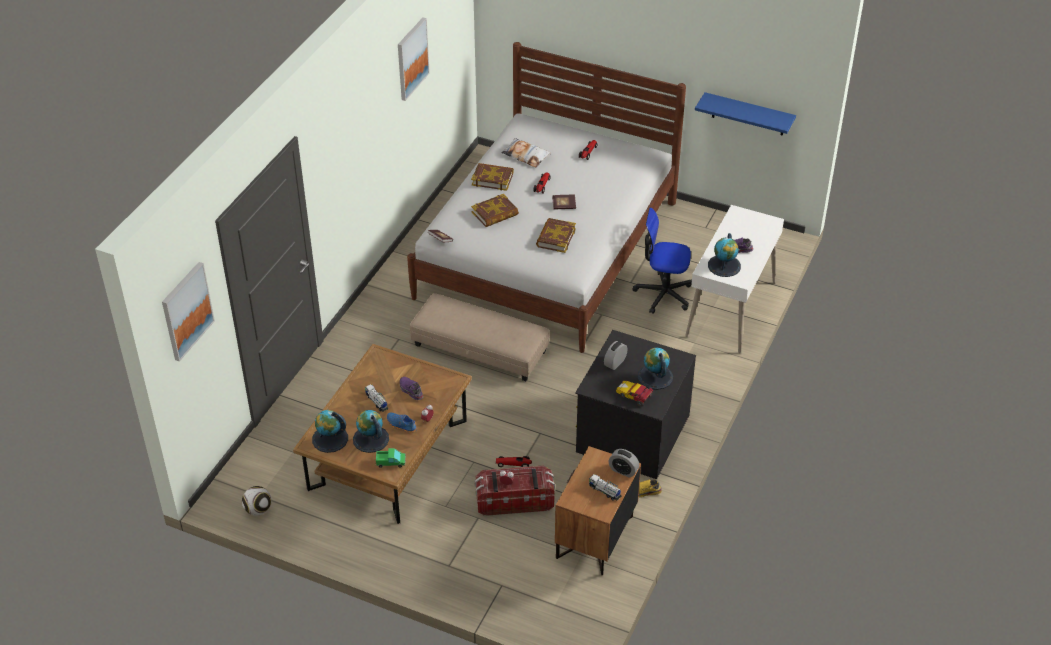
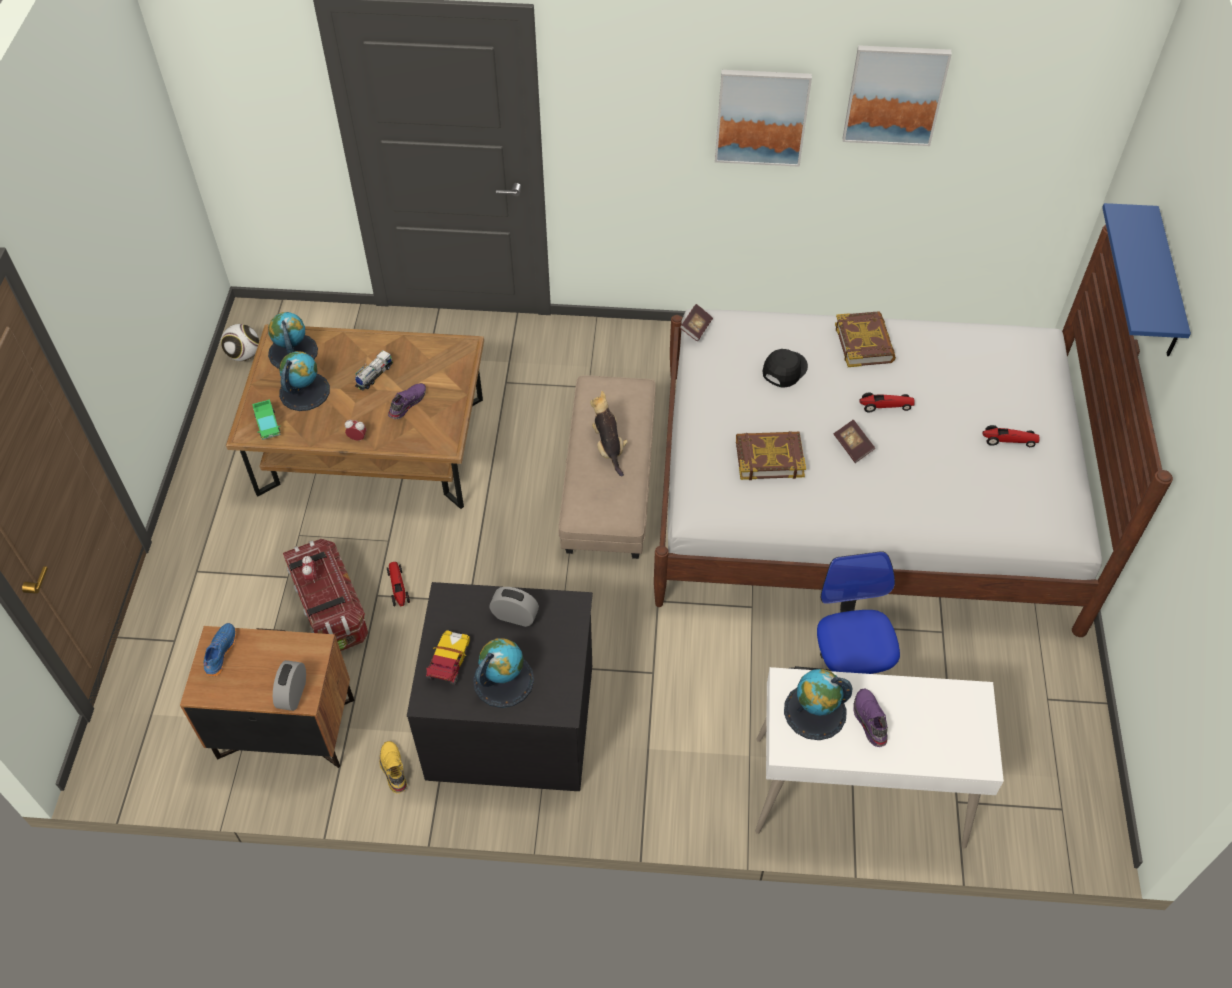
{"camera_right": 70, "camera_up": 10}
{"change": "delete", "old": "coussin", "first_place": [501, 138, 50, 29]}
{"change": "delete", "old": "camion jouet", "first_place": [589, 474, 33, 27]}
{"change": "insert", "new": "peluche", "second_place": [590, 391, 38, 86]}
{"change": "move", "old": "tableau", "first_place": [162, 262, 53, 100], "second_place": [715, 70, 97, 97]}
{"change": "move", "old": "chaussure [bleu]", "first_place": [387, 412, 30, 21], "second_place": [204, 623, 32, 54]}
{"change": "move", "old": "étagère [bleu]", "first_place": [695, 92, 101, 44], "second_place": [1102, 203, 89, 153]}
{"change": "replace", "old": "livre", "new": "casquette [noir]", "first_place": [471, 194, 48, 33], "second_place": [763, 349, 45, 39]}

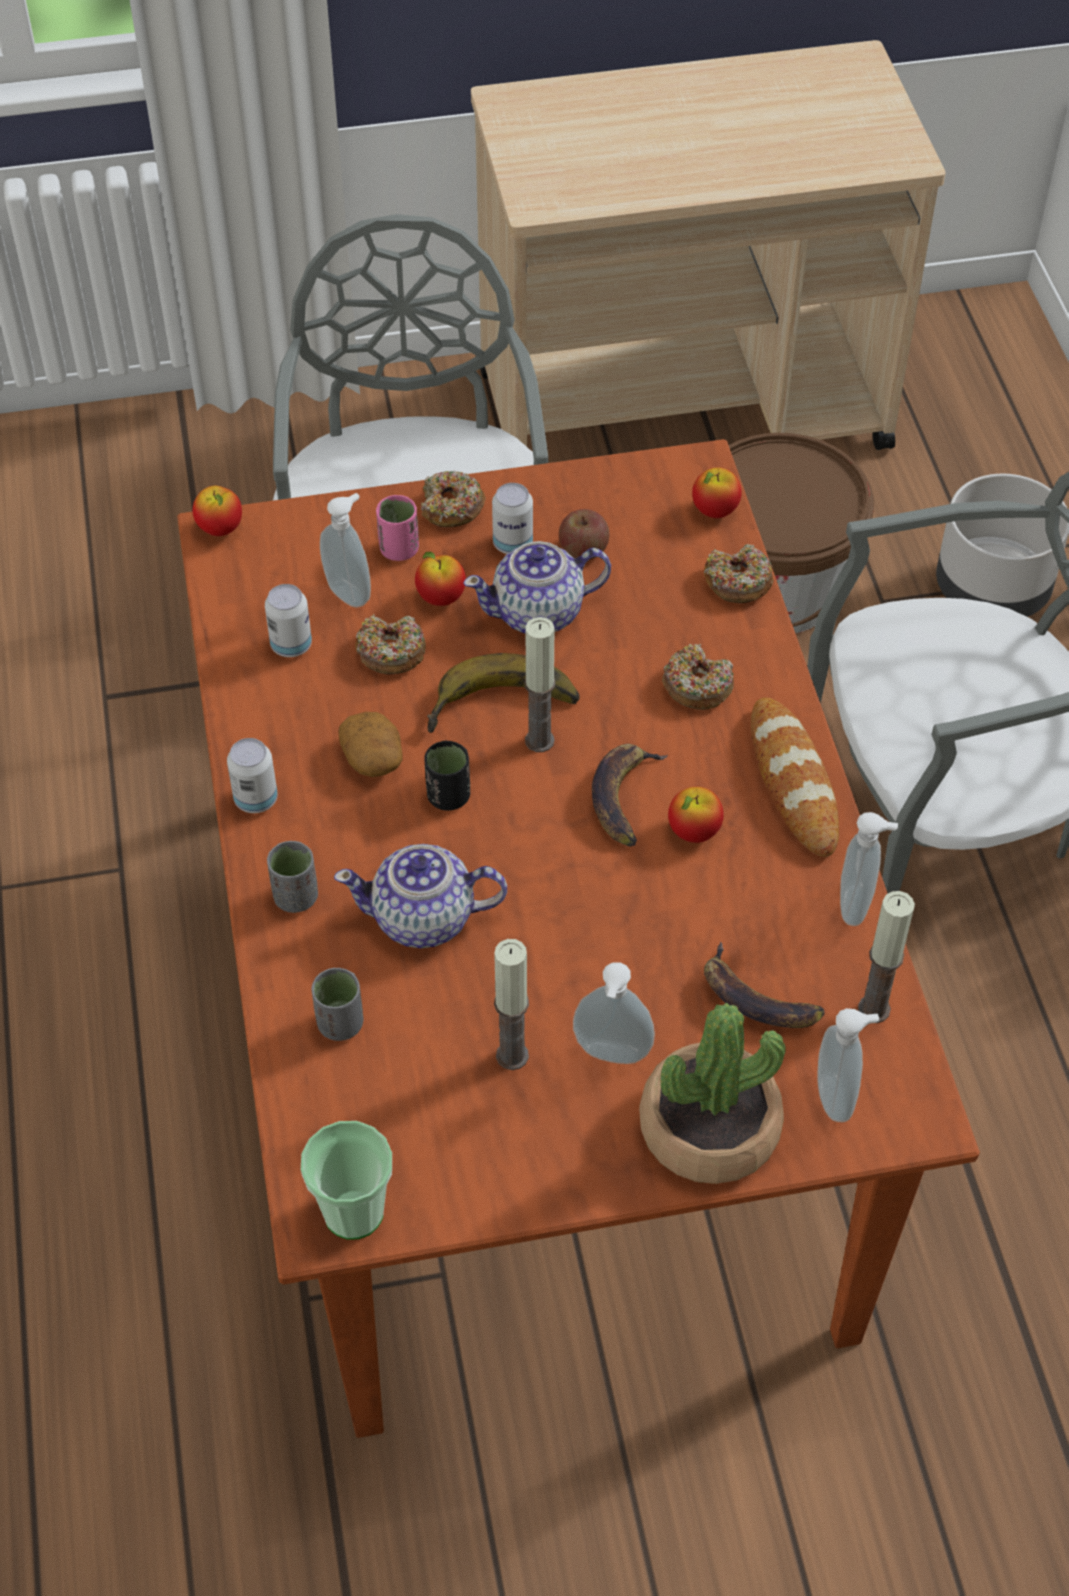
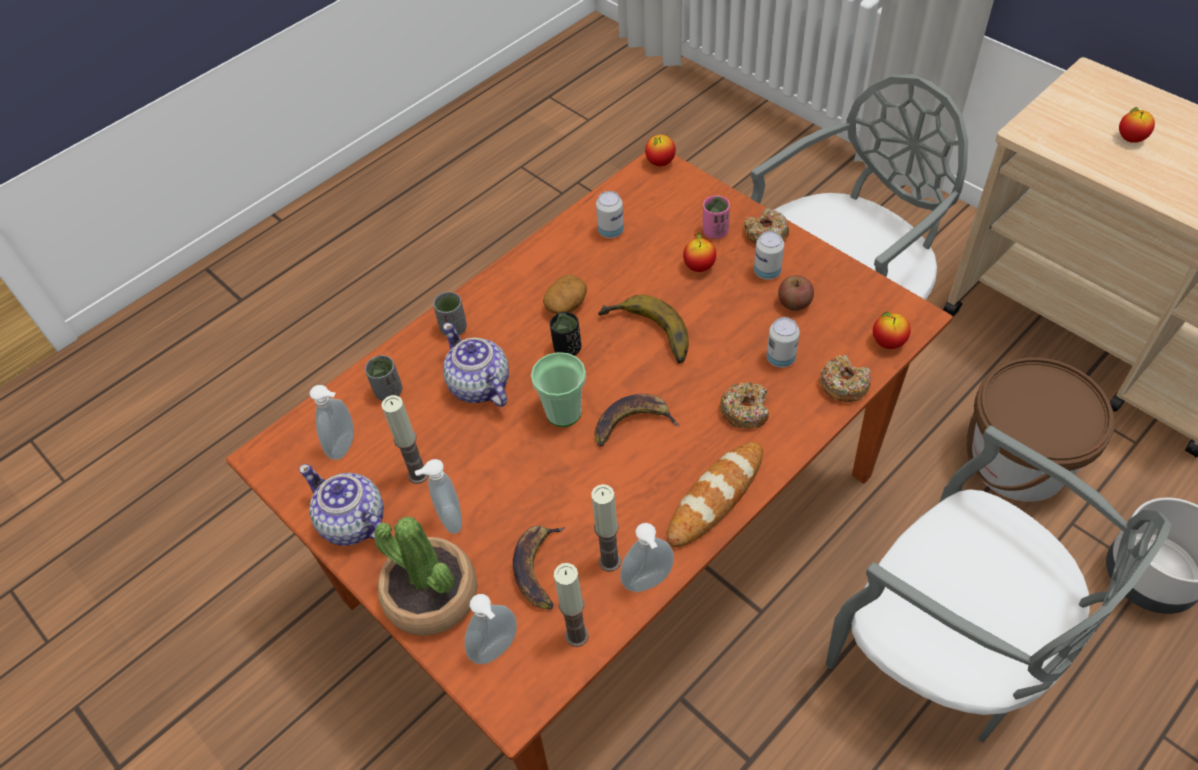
{"camera_right": 60, "camera_up": 0}
{"change": "delete", "old": "beignet", "first_place": [356, 614, 70, 61]}
{"change": "move", "old": "boîte métallique", "first_place": [227, 738, 51, 75], "second_place": [767, 317, 33, 51]}
{"change": "move", "old": "tasse", "first_place": [301, 1121, 91, 119], "second_place": [531, 352, 55, 75]}
{"change": "move", "old": "distributeur de savon", "first_place": [320, 493, 51, 114], "second_place": [309, 385, 45, 75]}
{"change": "move", "old": "théière", "first_place": [463, 541, 148, 93], "second_place": [299, 464, 85, 82]}
{"change": "move", "old": "bougie", "first_place": [524, 617, 32, 135], "second_place": [591, 484, 30, 87]}
{"change": "move", "old": "pomme", "first_place": [668, 787, 56, 56], "second_place": [1119, 107, 36, 36]}

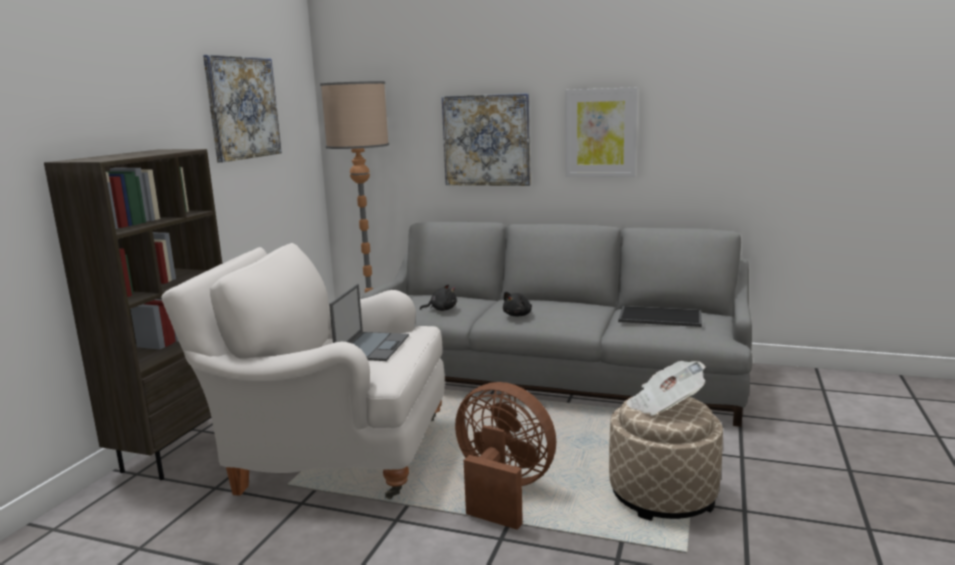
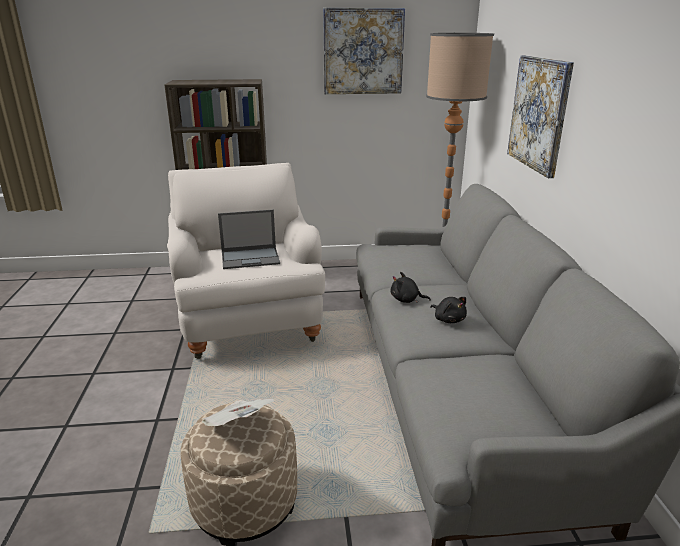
{"camera_right": 65, "camera_up": 10}
{"change": "delete", "old": "ventilateur [marron]", "first_place": [455, 382, 101, 148]}
{"change": "delete", "old": "tableau", "first_place": [566, 87, 72, 90]}
{"change": "delete", "old": "plateau", "first_place": [618, 306, 84, 21]}
{"change": "move", "old": "peluche [noir]", "first_place": [420, 284, 37, 27], "second_place": [430, 297, 37, 26]}

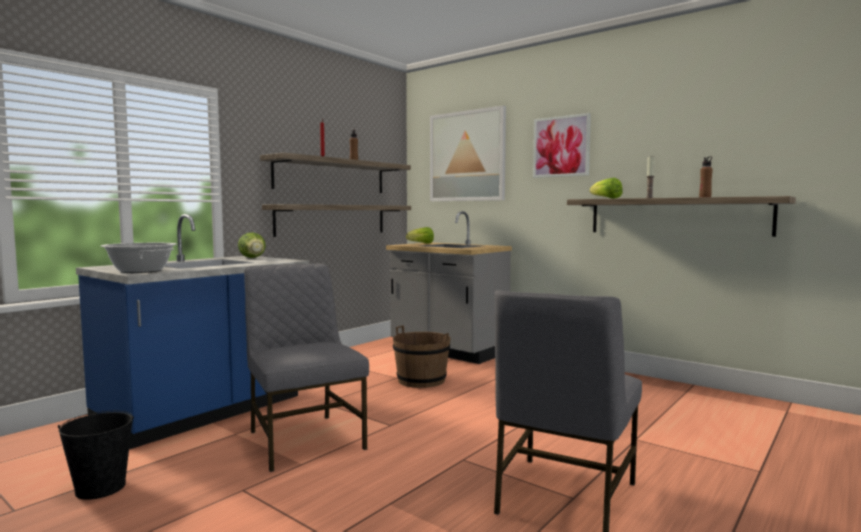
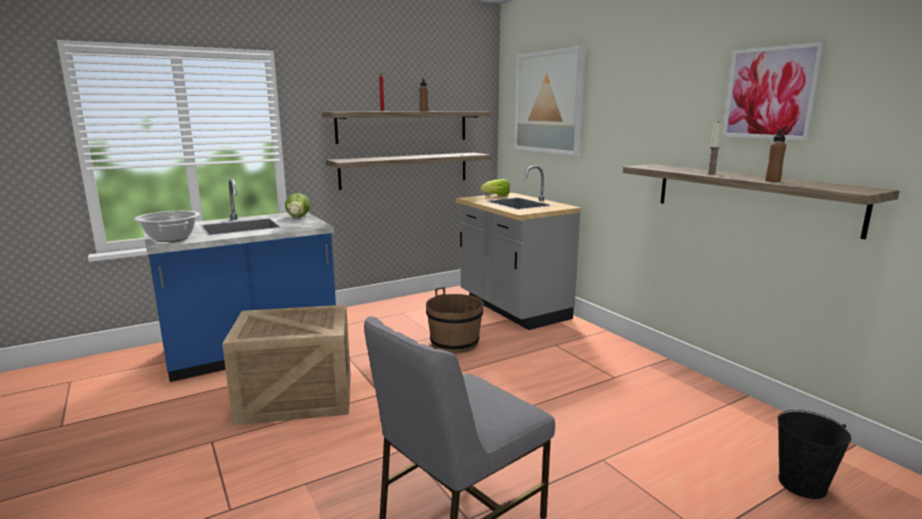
{"camera_right": 20, "camera_up": 10}
{"change": "delete", "old": "laitue", "first_place": [590, 178, 32, 21]}
{"change": "move", "old": "seau [noir]", "first_place": [58, 411, 76, 89], "second_place": [778, 410, 73, 89]}
{"change": "move", "old": "tableau", "first_place": [533, 113, 58, 65], "second_place": [722, 42, 104, 99]}
{"change": "replace", "old": "chaise [gris]", "new": "caisse", "first_place": [244, 264, 125, 208], "second_place": [222, 305, 129, 120]}

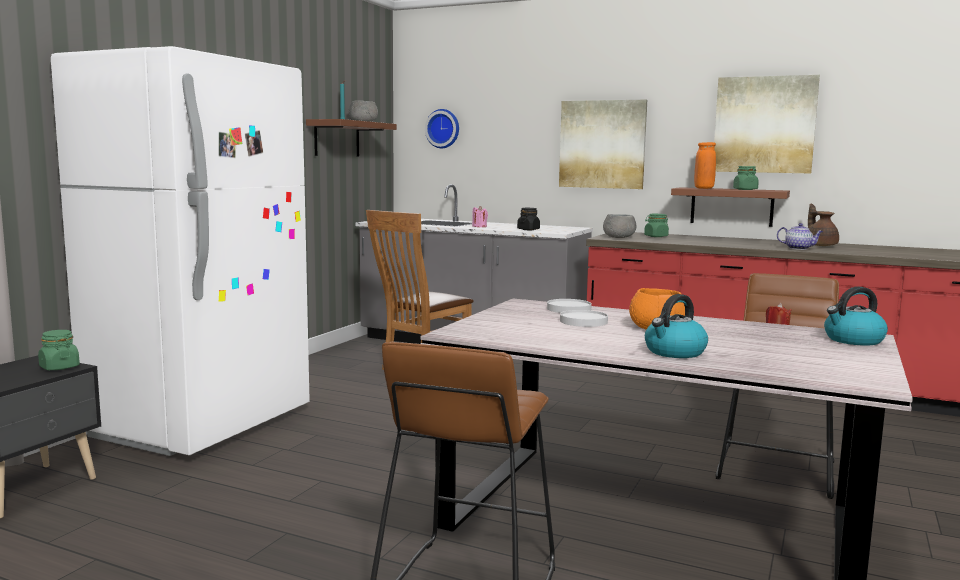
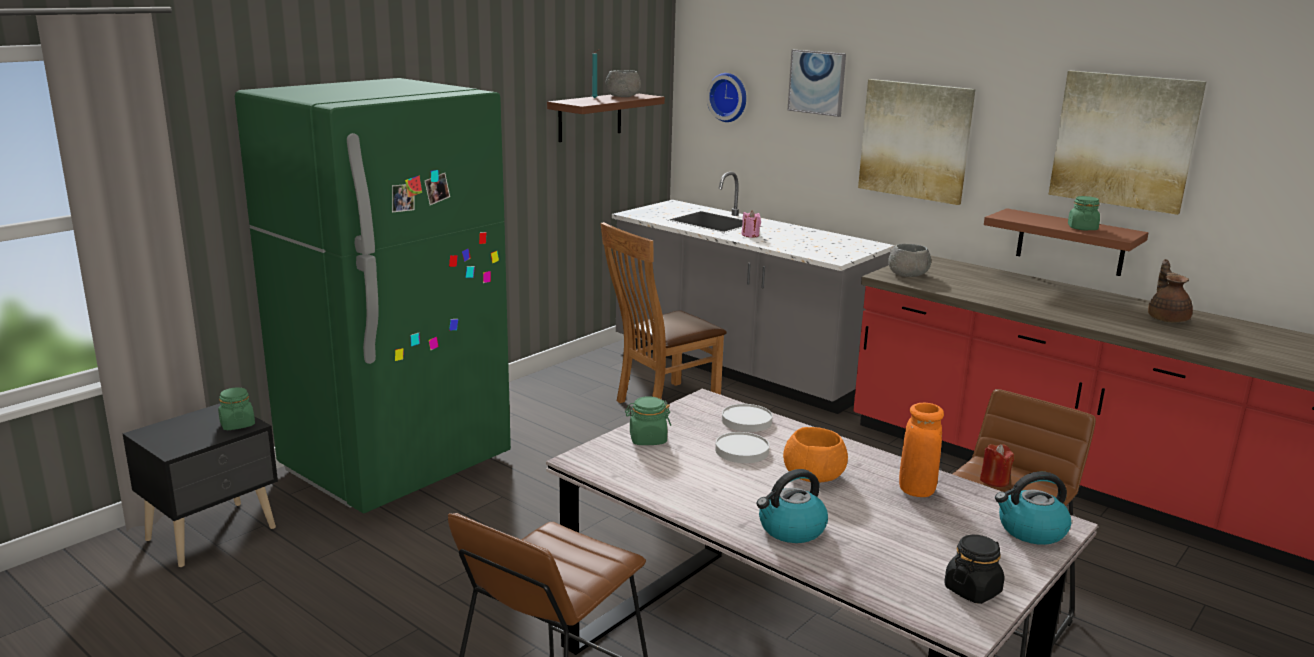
{"camera_right": 15, "camera_up": 10}
{"change": "delete", "old": "théière", "first_place": [777, 223, 46, 27]}
{"change": "insert", "new": "tableau", "second_place": [788, 50, 58, 67]}
{"change": "move", "old": "bocal [noir]", "first_place": [517, 208, 23, 22], "second_place": [944, 535, 61, 69]}
{"change": "move", "old": "bocal [vert]", "first_place": [644, 214, 25, 23], "second_place": [625, 396, 46, 49]}
{"change": "move", "old": "vase [orange]", "first_place": [694, 142, 22, 47], "second_place": [899, 402, 45, 95]}
{"change": "recolor", "old": "réfrigérateur [blanc]", "new": "réfrigérateur [vert]", "first_place": [51, 46, 259, 410], "second_place": [235, 78, 276, 436]}

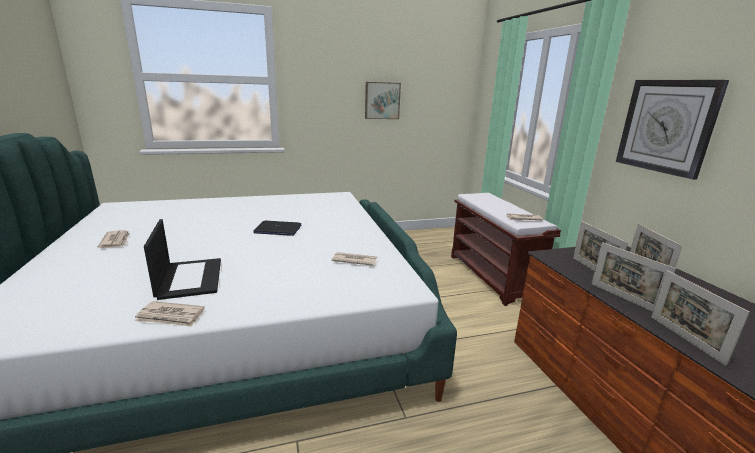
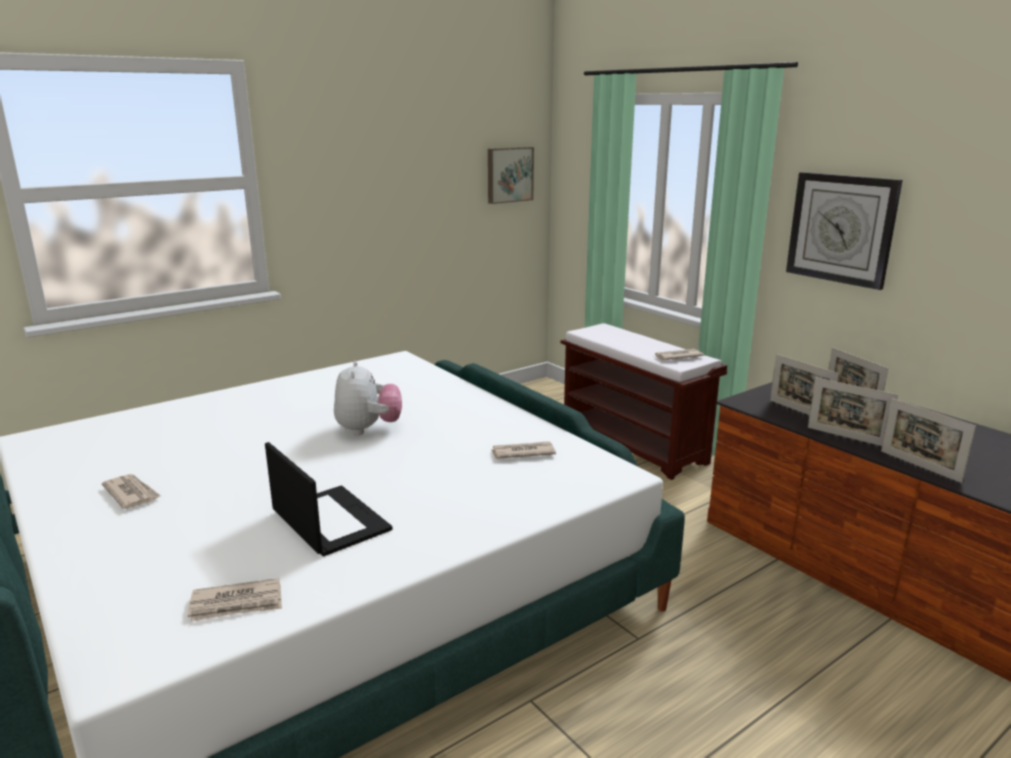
{"camera_right": -20, "camera_up": 0}
{"change": "move", "old": "journal", "first_place": [135, 301, 70, 26], "second_place": [188, 578, 94, 44]}
{"change": "move", "old": "tableau", "first_place": [365, 82, 36, 37], "second_place": [488, 147, 46, 57]}
{"change": "replace", "old": "ordinateur portable", "new": "peluche", "first_place": [253, 221, 48, 15], "second_place": [334, 361, 68, 74]}

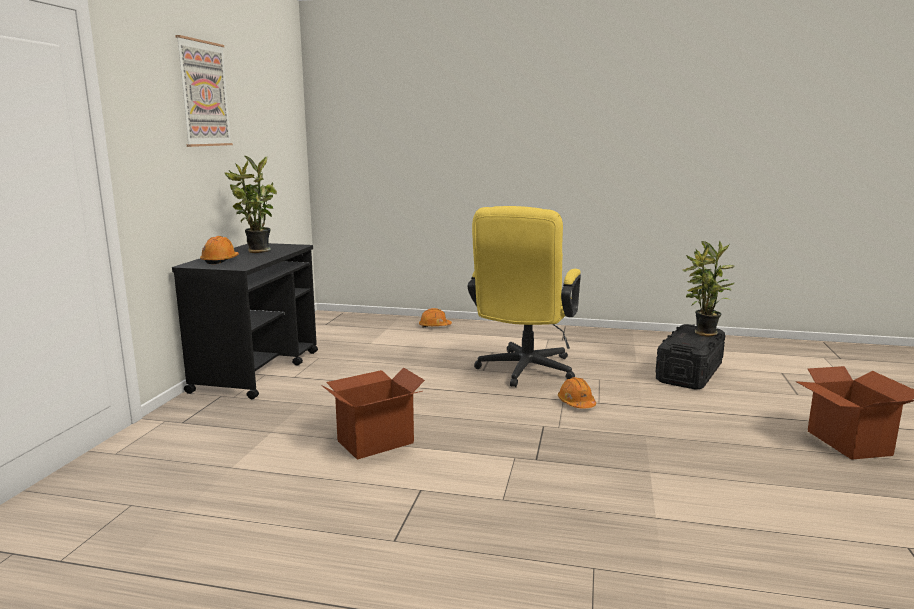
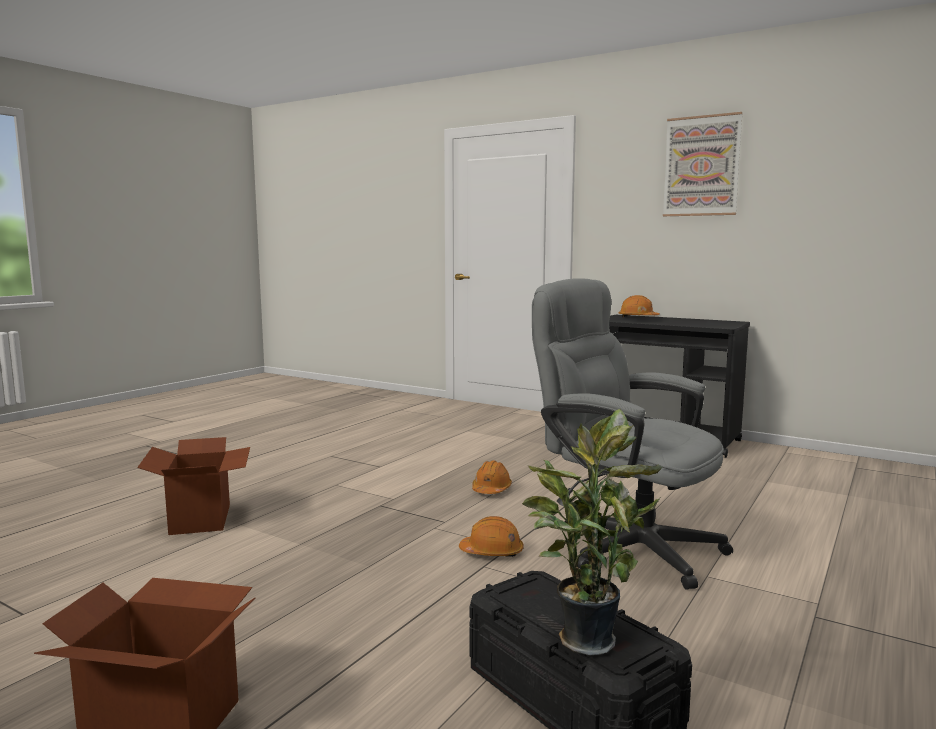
{"camera_right": 110, "camera_up": -5}
{"change": "delete", "old": "plante en pot", "first_place": [224, 156, 53, 97]}
{"change": "move", "old": "carton", "first_place": [322, 368, 103, 92], "second_place": [137, 437, 113, 98]}
{"change": "move", "old": "casque de chantier [orange]", "first_place": [419, 308, 33, 19], "second_place": [472, 460, 40, 34]}
{"change": "recolor", "old": "chaise de bureau [jaune]", "new": "chaise de bureau [gris]", "first_place": [468, 206, 113, 181], "second_place": [532, 278, 201, 312]}

